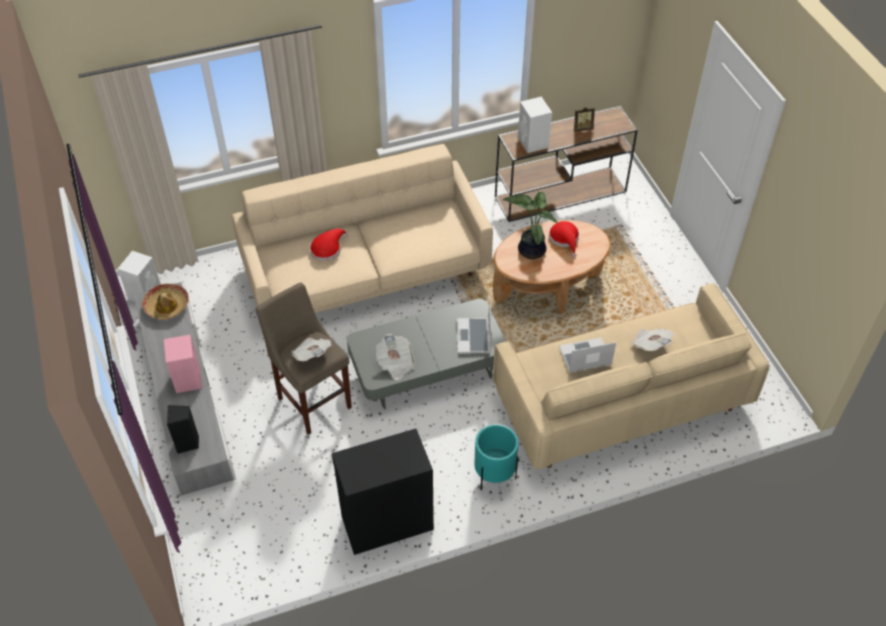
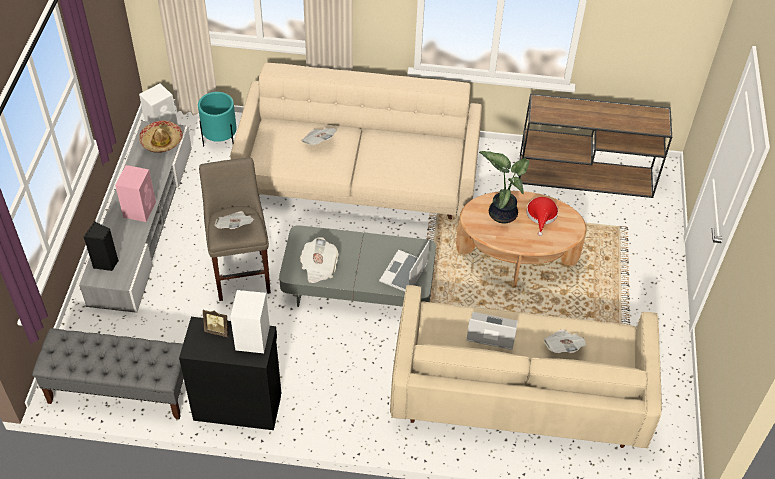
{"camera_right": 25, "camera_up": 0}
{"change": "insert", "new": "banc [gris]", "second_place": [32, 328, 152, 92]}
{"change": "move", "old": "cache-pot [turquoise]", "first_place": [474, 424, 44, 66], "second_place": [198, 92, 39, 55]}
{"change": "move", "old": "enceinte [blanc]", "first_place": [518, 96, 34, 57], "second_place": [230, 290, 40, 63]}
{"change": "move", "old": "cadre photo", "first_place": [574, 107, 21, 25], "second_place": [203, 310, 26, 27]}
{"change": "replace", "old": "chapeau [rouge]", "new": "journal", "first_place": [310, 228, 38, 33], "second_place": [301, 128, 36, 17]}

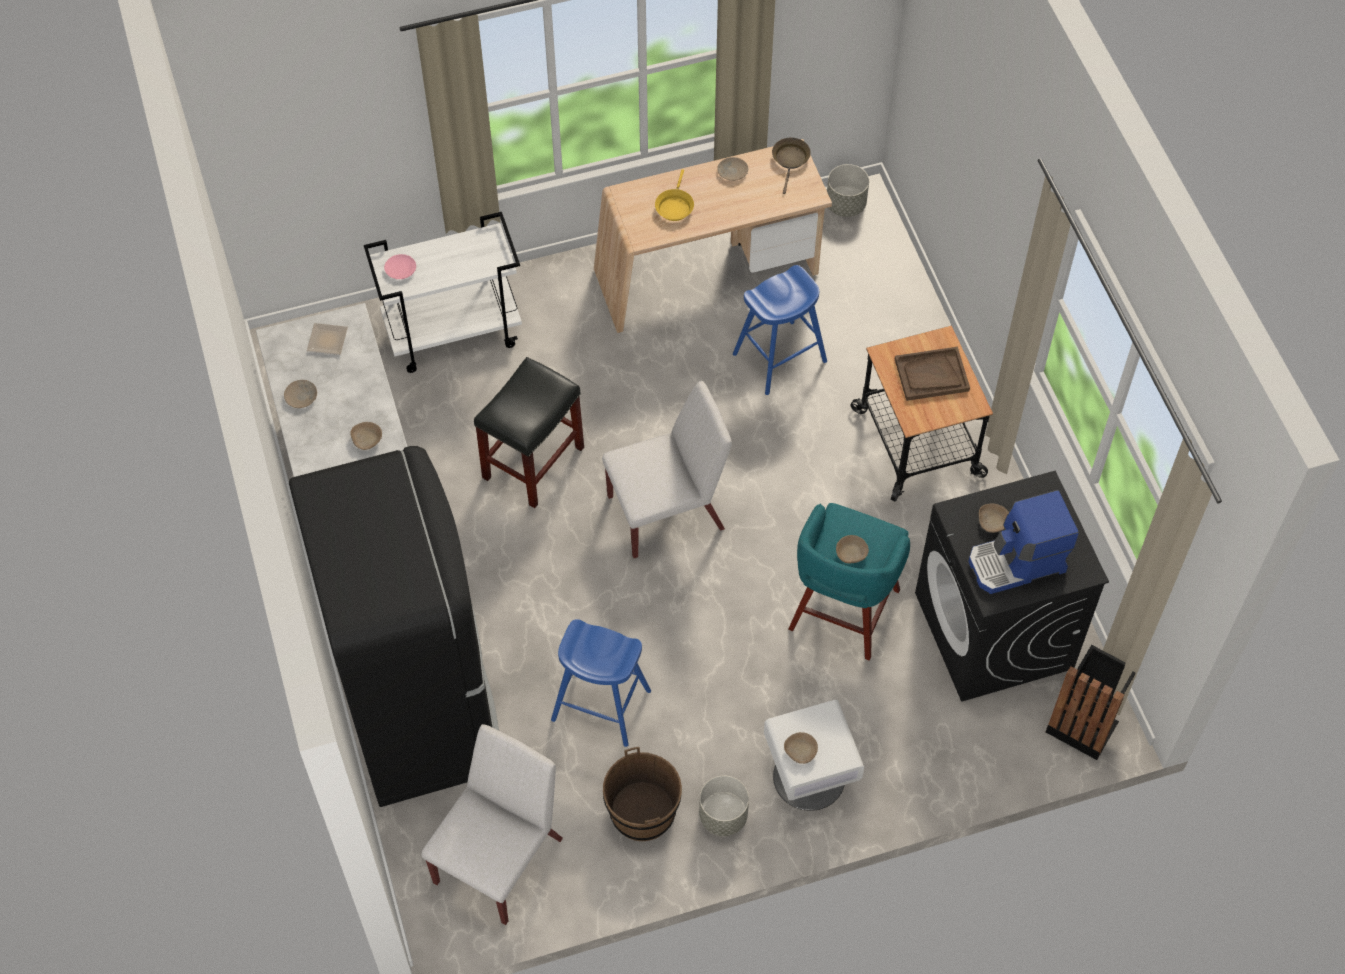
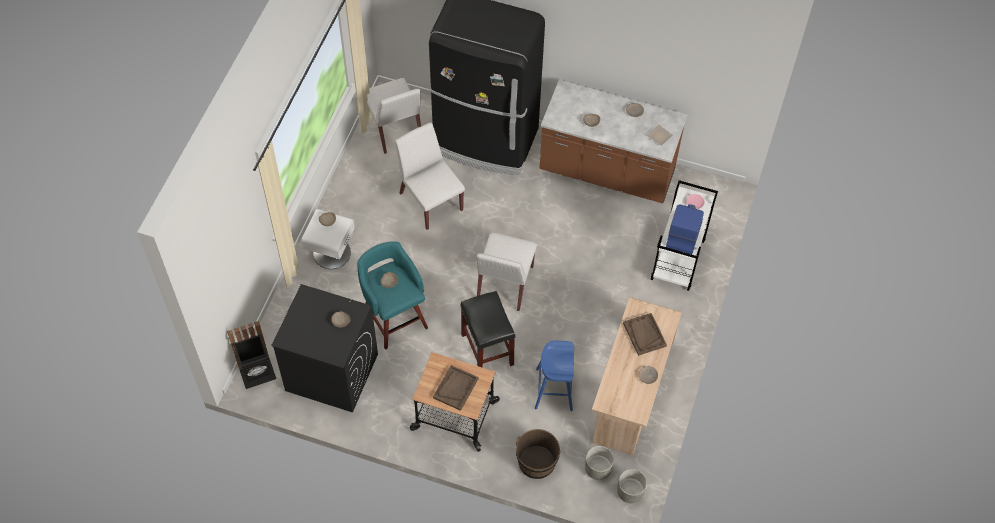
{"camera_right": 125, "camera_up": 0}
{"change": "delete", "old": "poêle [marron]", "first_place": [772, 138, 39, 56]}
{"change": "move", "old": "tabouret [noir]", "first_place": [474, 357, 110, 151], "second_place": [460, 291, 55, 77]}
{"change": "move", "old": "seau [marron]", "first_place": [603, 747, 79, 94], "second_place": [516, 429, 45, 50]}
{"change": "move", "old": "cache-pot [gris]", "first_place": [699, 776, 50, 60], "second_place": [585, 446, 29, 34]}
{"change": "move", "old": "machine à café", "first_place": [968, 490, 111, 104], "second_place": [666, 204, 38, 51]}
{"change": "replace", "old": "tabouret [bleu]", "new": "chaise [blanc]", "first_place": [551, 619, 100, 128], "second_place": [395, 123, 70, 107]}
{"change": "replace", "old": "poêle [jaune]", "new": "plateau [marron]", "first_place": [655, 169, 39, 52], "second_place": [623, 313, 44, 43]}

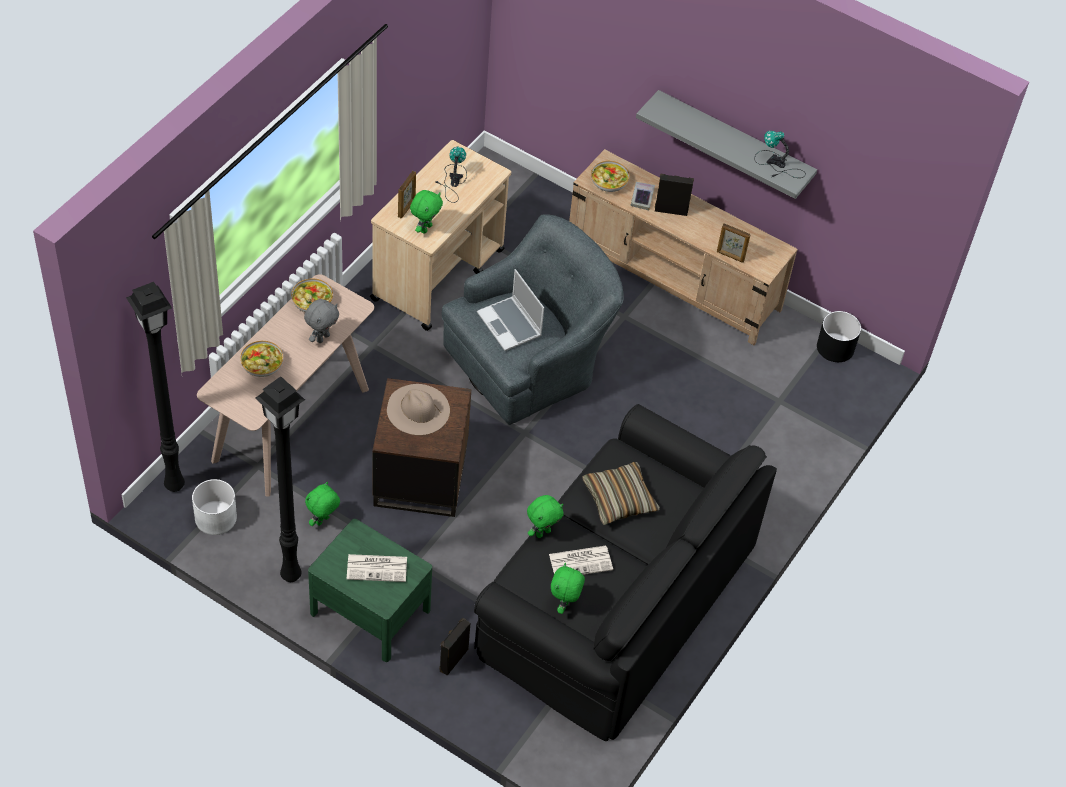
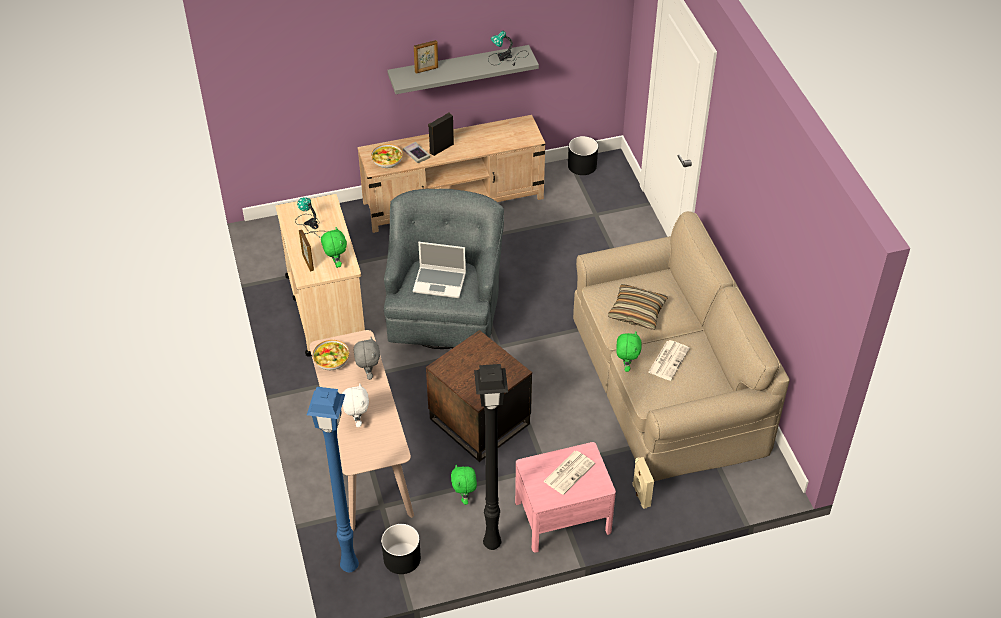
{"camera_right": -45, "camera_up": -5}
{"change": "delete", "old": "chapeau [beige]", "first_place": [387, 384, 63, 51]}
{"change": "delete", "old": "peluche [vert]", "first_place": [551, 563, 34, 51]}
{"change": "move", "old": "cadre photo", "first_place": [717, 223, 34, 40], "second_place": [414, 40, 24, 34]}
{"change": "replace", "old": "bol", "new": "peluche [blanc]", "first_place": [240, 341, 43, 36], "second_place": [342, 383, 27, 44]}
{"change": "recolor", "old": "lampadaire [noir]", "new": "lampadaire [bleu]", "first_place": [126, 282, 59, 210], "second_place": [307, 387, 52, 185]}
{"change": "recolor", "old": "cache-pot [blanc]", "new": "cache-pot [noir]", "first_place": [192, 479, 45, 56], "second_place": [381, 524, 40, 50]}
{"change": "recolor", "old": "table de chevet [vert]", "new": "table de chevet [rose]", "first_place": [308, 519, 124, 143], "second_place": [515, 442, 101, 111]}
{"change": "recolor", "old": "enceinte [noir]", "new": "enceinte [beige]", "first_place": [439, 618, 31, 58], "second_place": [632, 457, 22, 52]}
{"change": "recolor", "old": "canapé [noir]", "new": "canapé [beige]", "first_place": [474, 404, 303, 337], "second_place": [573, 211, 217, 270]}

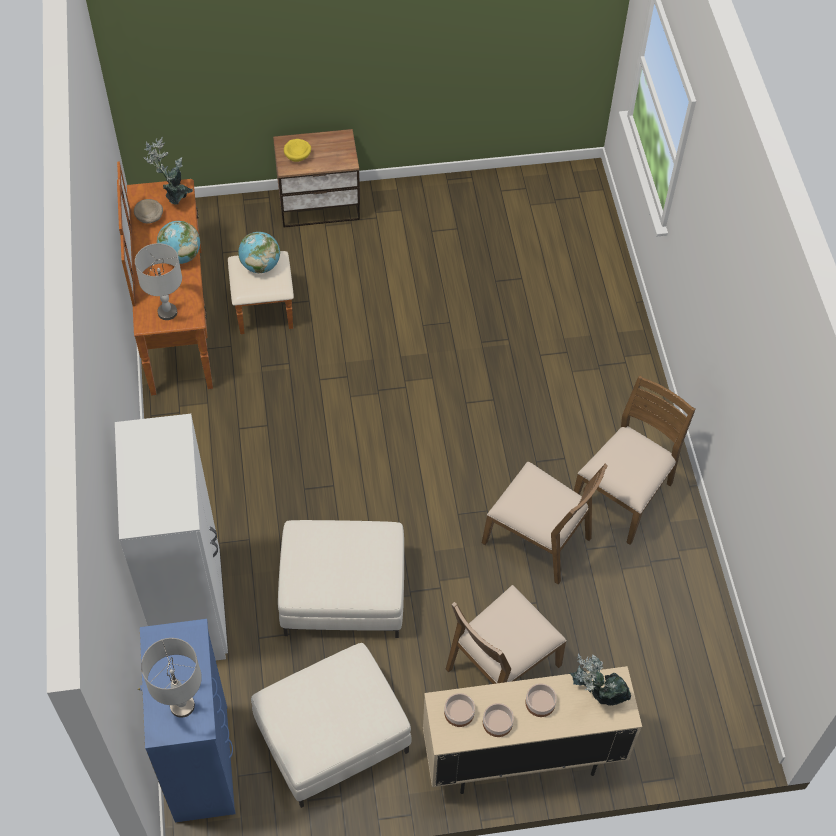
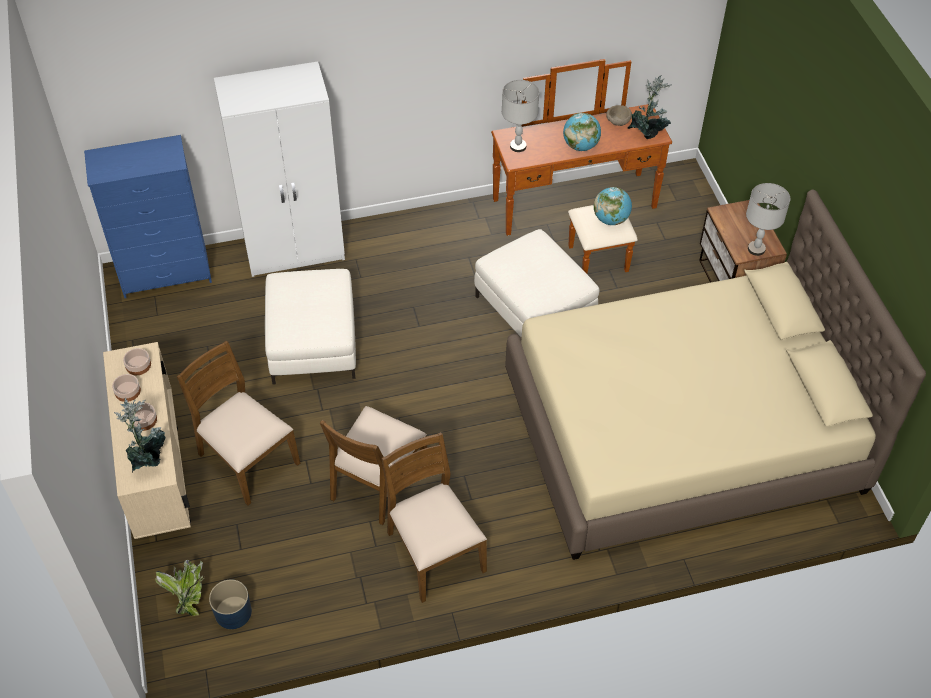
{"camera_right": 85, "camera_up": -5}
{"change": "delete", "old": "bol [jaune]", "first_place": [284, 139, 27, 23]}
{"change": "insert", "new": "plante en pot", "second_place": [155, 560, 49, 56]}
{"change": "insert", "new": "cache-pot [bleu]", "second_place": [209, 579, 43, 50]}
{"change": "insert", "new": "lit [beige]", "second_place": [505, 189, 421, 371]}
{"change": "move", "old": "lampe de table [gris]", "first_place": [141, 638, 61, 80], "second_place": [746, 183, 44, 73]}
{"change": "move", "old": "pouf [blanc]", "first_place": [251, 643, 161, 165], "second_place": [474, 229, 126, 108]}
{"change": "rotate", "old": "chaise [marron]", "first_place": [574, 376, 122, 169], "second_place": [382, 432, 105, 171], "degrees": -150}

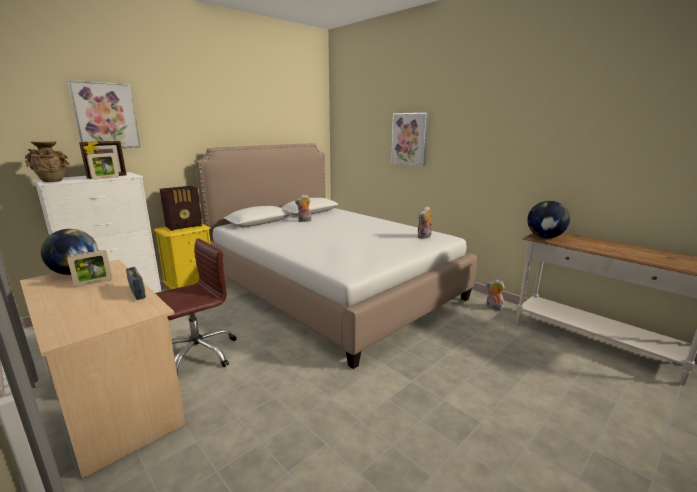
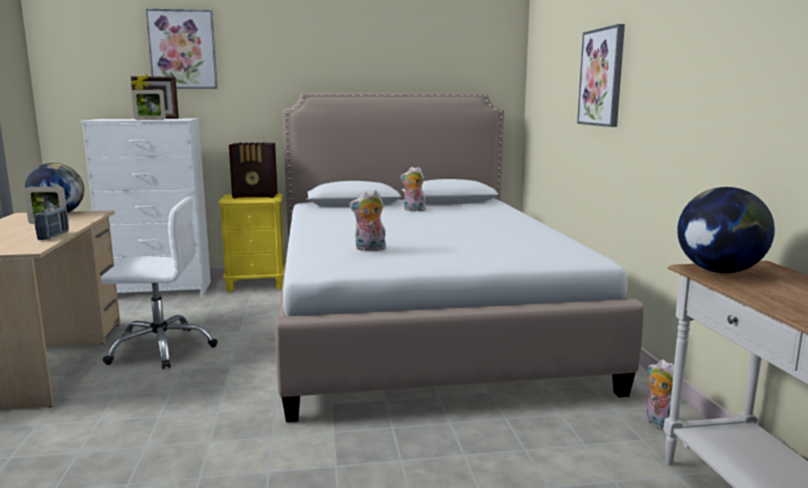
{"camera_right": 35, "camera_up": -5}
{"change": "delete", "old": "vase [beige]", "first_place": [25, 141, 45, 41]}
{"change": "move", "old": "peluche", "first_place": [418, 206, 14, 33], "second_place": [349, 190, 37, 61]}
{"change": "recolor", "old": "chaise de bureau [marron]", "new": "chaise de bureau [blanc]", "first_place": [155, 238, 82, 138], "second_place": [101, 197, 117, 172]}

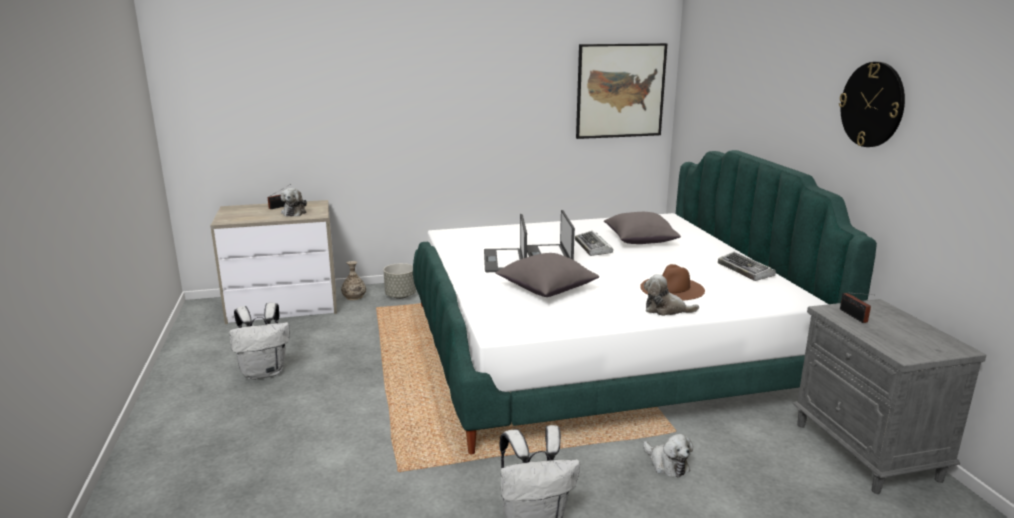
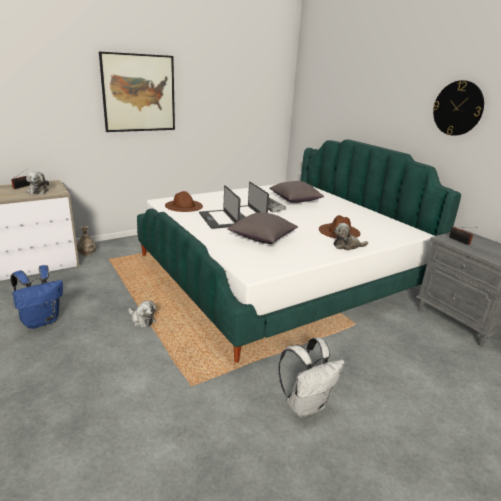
{"camera_right": -20, "camera_up": 5}
{"change": "delete", "old": "cache-pot [gris]", "first_place": [384, 263, 32, 36]}
{"change": "delete", "old": "clavier", "first_place": [718, 251, 58, 30]}
{"change": "insert", "new": "chapeau [marron]", "second_place": [165, 191, 38, 21]}
{"change": "move", "old": "tableau", "first_place": [576, 43, 91, 96], "second_place": [99, 52, 76, 80]}
{"change": "move", "old": "peluche", "first_place": [643, 434, 50, 43], "second_place": [128, 300, 28, 28]}
{"change": "recolor", "old": "sac à dos [blanc]", "new": "sac à dos [bleu]", "first_place": [229, 302, 61, 78], "second_place": [10, 265, 53, 64]}

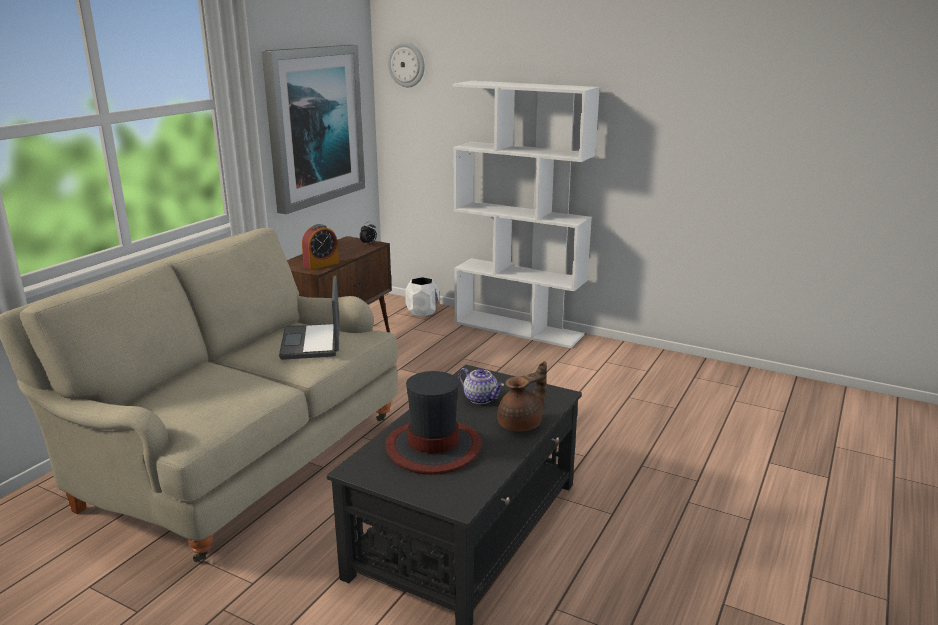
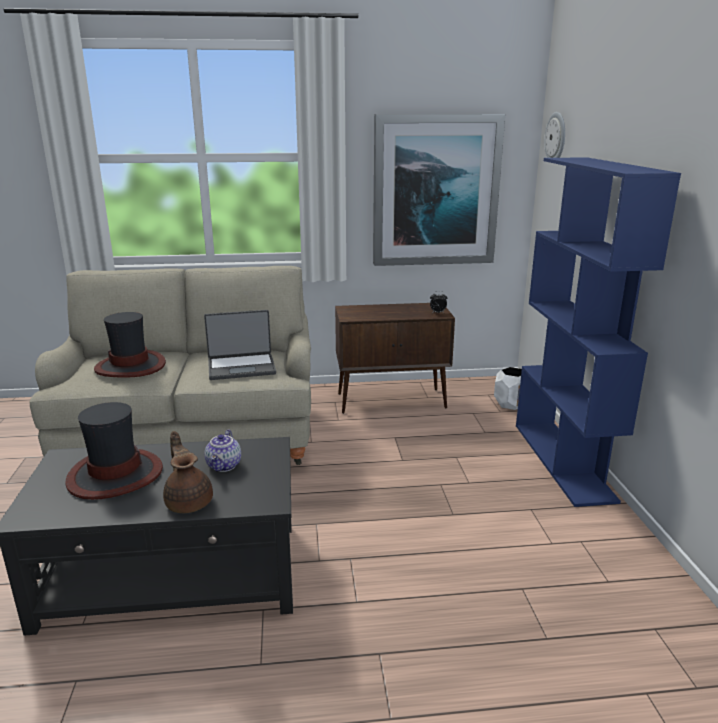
{"camera_right": 55, "camera_up": 0}
{"change": "delete", "old": "réveil", "first_place": [302, 224, 37, 46]}
{"change": "insert", "new": "chapeau", "second_place": [94, 312, 72, 66]}
{"change": "recolor", "old": "bibliothèque [blanc]", "new": "bibliothèque [bleu]", "first_place": [453, 81, 147, 267], "second_place": [516, 157, 165, 350]}
{"change": "rotate", "old": "ordinateur portable", "first_place": [279, 276, 61, 84], "second_place": [204, 310, 72, 70], "degrees": -150}
{"change": "rotate", "old": "théière [marron]", "first_place": [497, 361, 50, 70], "second_place": [163, 431, 50, 82], "degrees": -135}

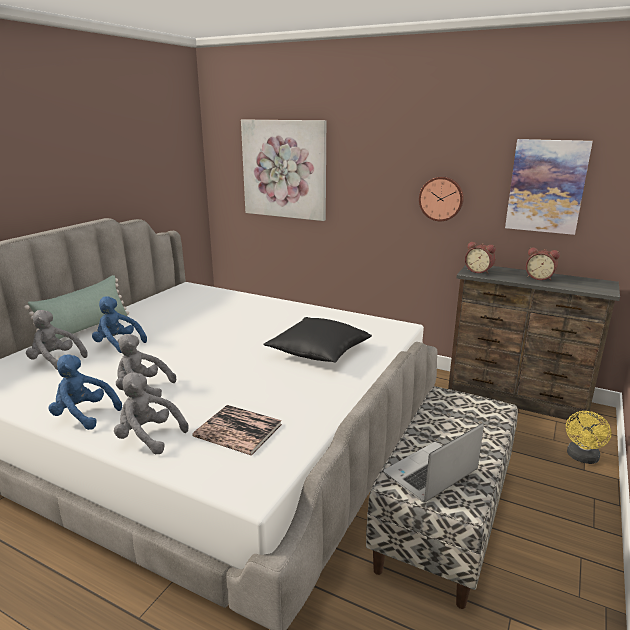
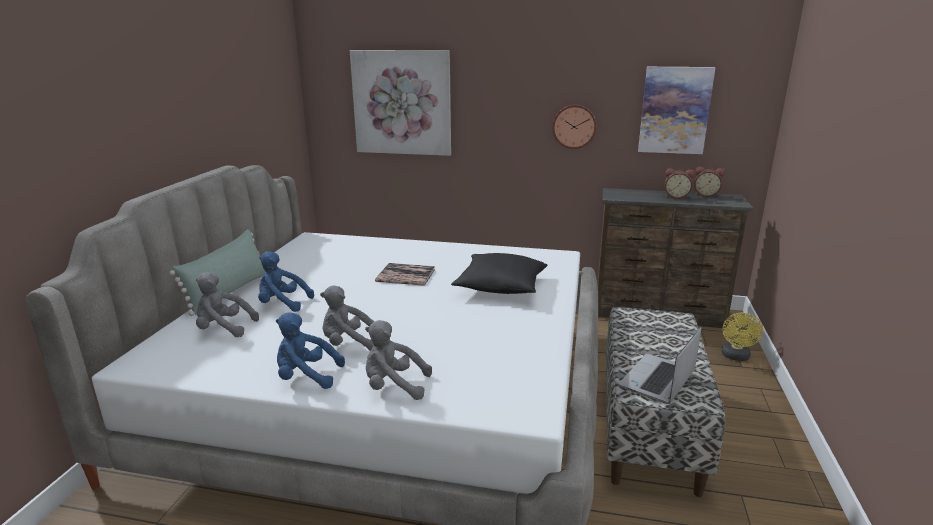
{"camera_right": -15, "camera_up": 0}
{"change": "move", "old": "livre", "first_place": [192, 405, 90, 50], "second_place": [375, 263, 60, 23]}
{"change": "move", "old": "réveil", "first_place": [465, 242, 31, 32], "second_place": [694, 167, 31, 30]}

